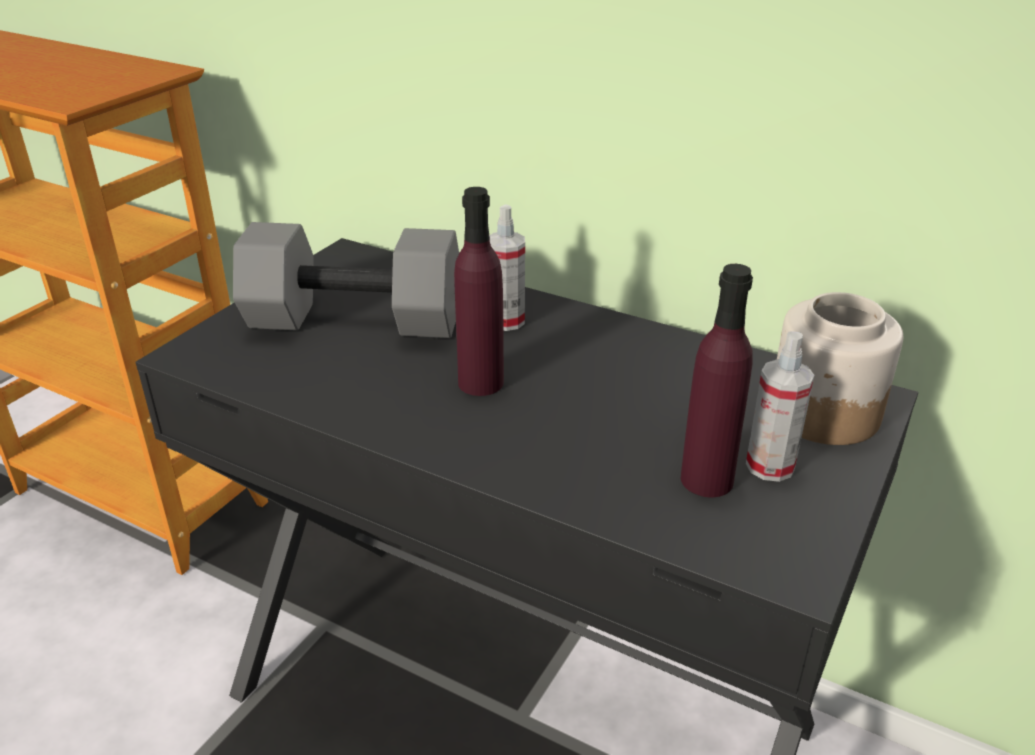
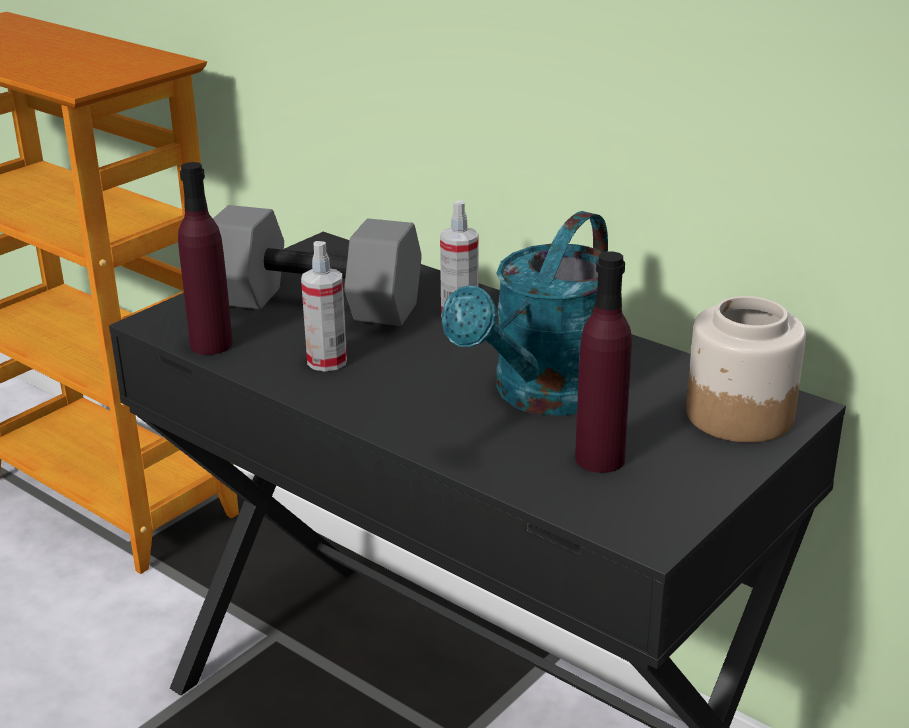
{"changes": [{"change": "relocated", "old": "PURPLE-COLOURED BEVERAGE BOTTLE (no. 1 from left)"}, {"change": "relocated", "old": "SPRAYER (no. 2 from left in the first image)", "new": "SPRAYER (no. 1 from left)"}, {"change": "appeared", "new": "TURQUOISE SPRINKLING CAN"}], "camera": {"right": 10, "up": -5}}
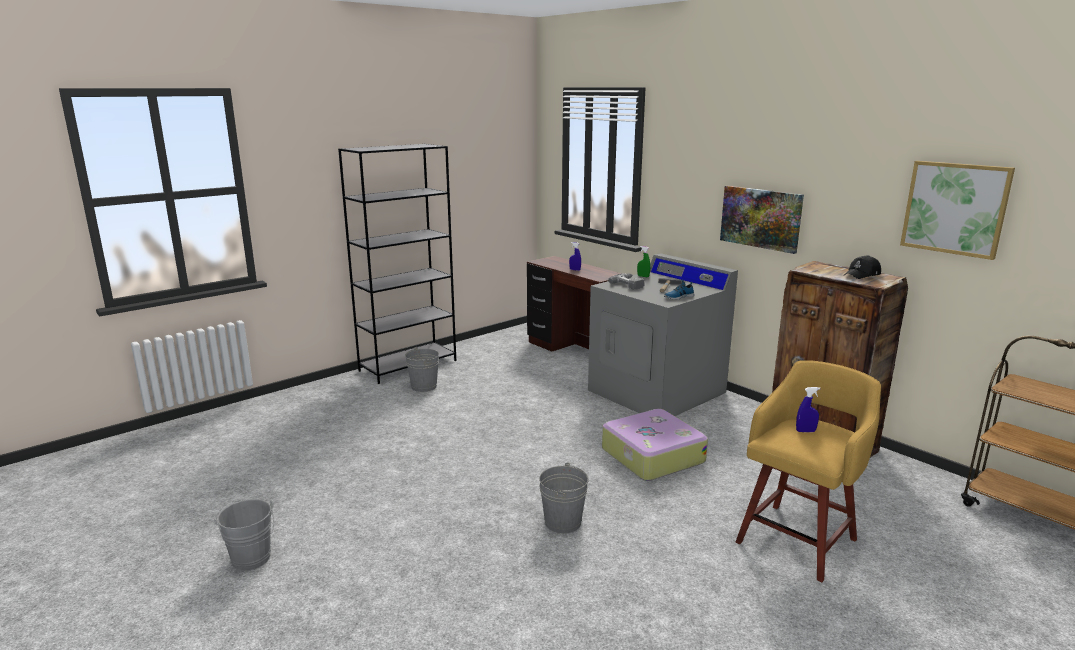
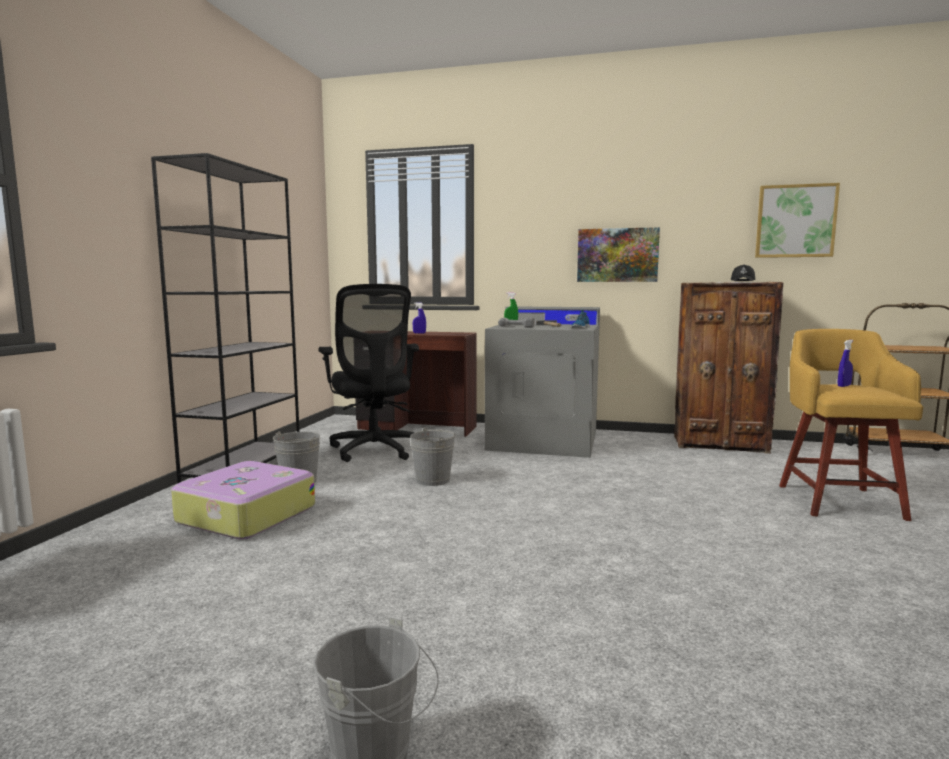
{"changes": [{"change": "relocated", "old": "TRAVEL CASE"}, {"change": "appeared", "new": "BLACK OFFICE CHAIR"}, {"change": "relocated", "old": "GREYISH BUCKET (no. 3 from left)"}], "camera": {"right": -35, "up": -10}}
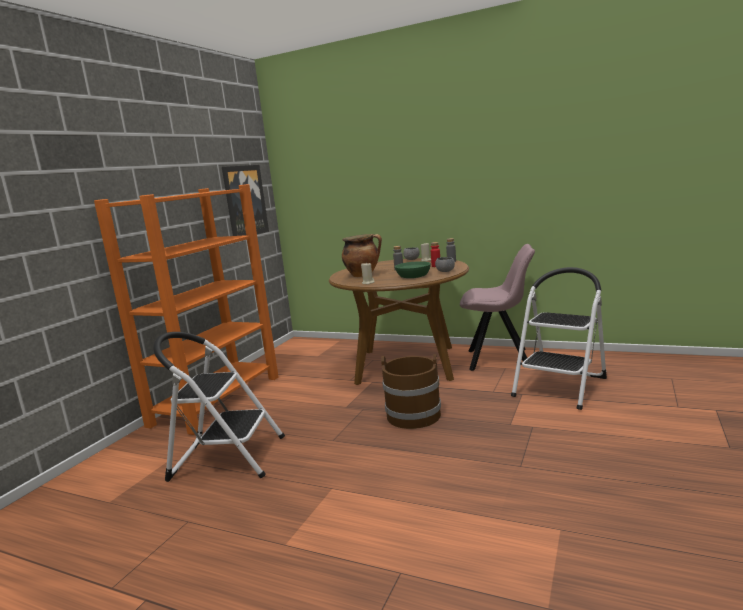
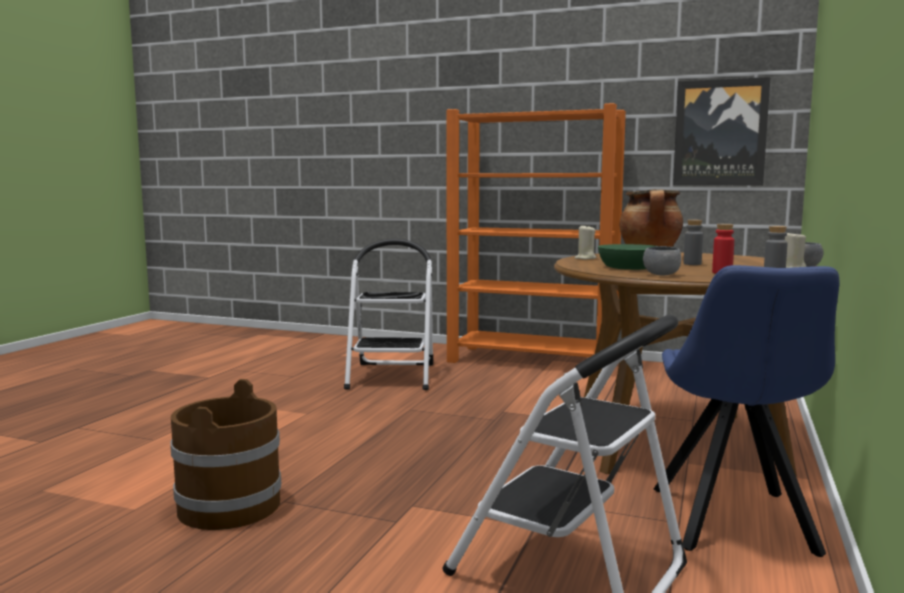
{"changes": [{"change": "relocated", "old": "BROWN-COLOURED BUCKET"}, {"change": "colour", "old": "PINK UPRIGHT CHAIR", "new": "BLUE UPRIGHT CHAIR"}], "camera": {"right": 85, "up": -5}}
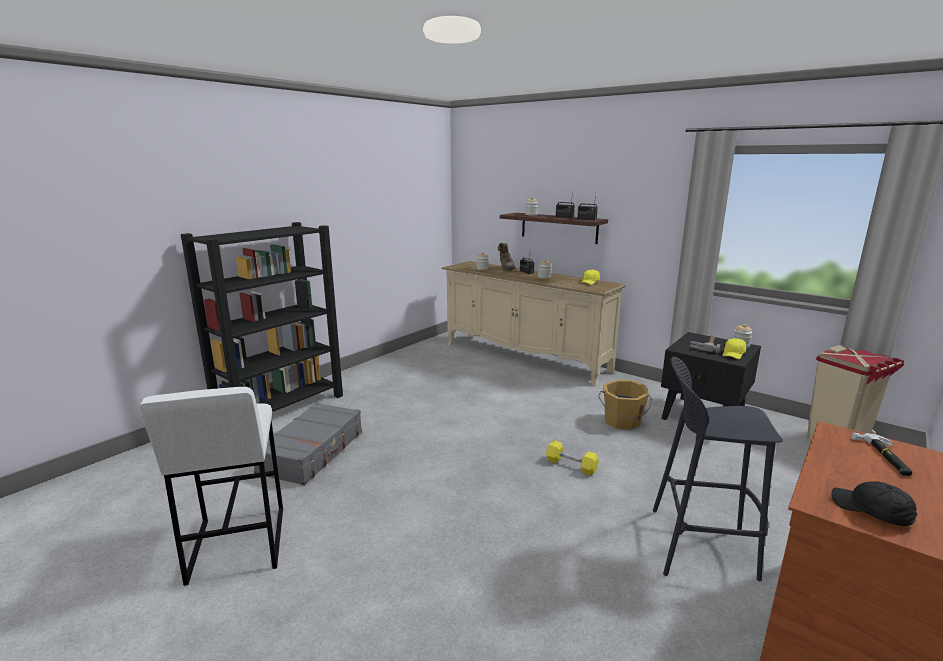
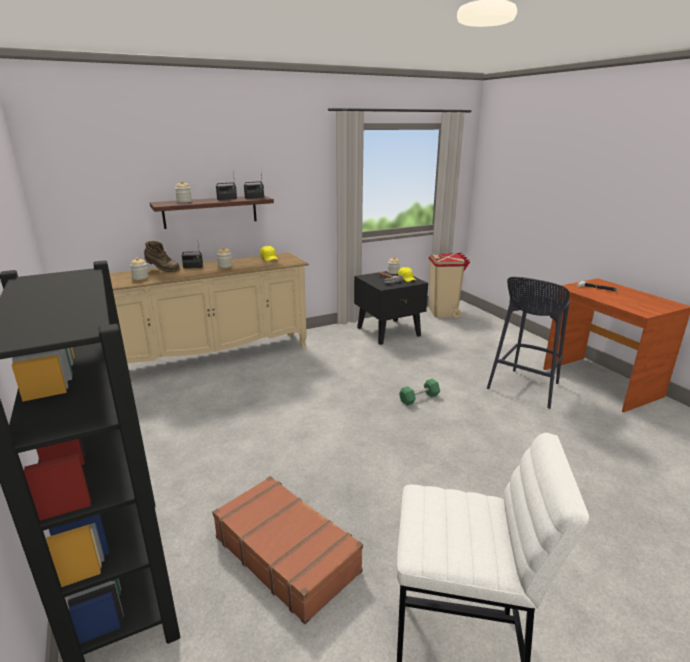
{"changes": [{"change": "colour", "old": "GREYISH TRAVEL CASE", "new": "BROWN-COLOURED TRAVEL CASE"}, {"change": "colour", "old": "YELLOW-COLOURED HAND WEIGHT", "new": "GREEN HAND WEIGHT"}, {"change": "missing", "old": "ORANGE-COLOURED BUCKET"}, {"change": "missing", "old": "BLACK BASEBALL CAP"}], "camera": {"right": -65, "up": 5}}
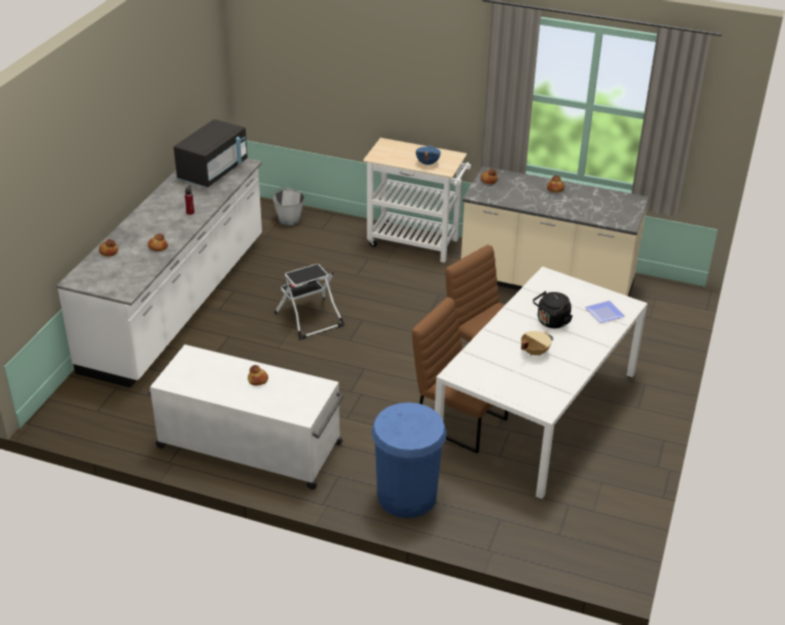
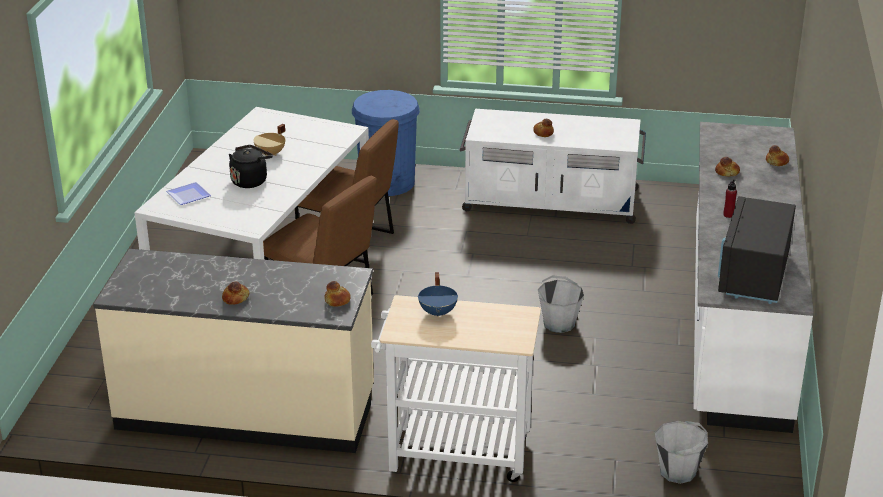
{"changes": [{"change": "exchanged", "old": "STEP STOOL", "new": "GREYISH BUCKET (no. 1 from left)"}], "camera": {"right": 170, "up": -5}}
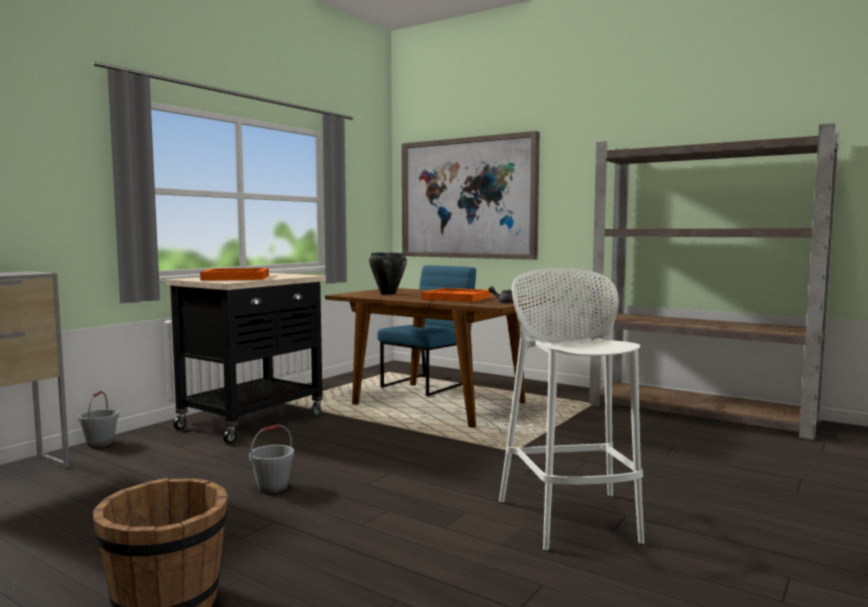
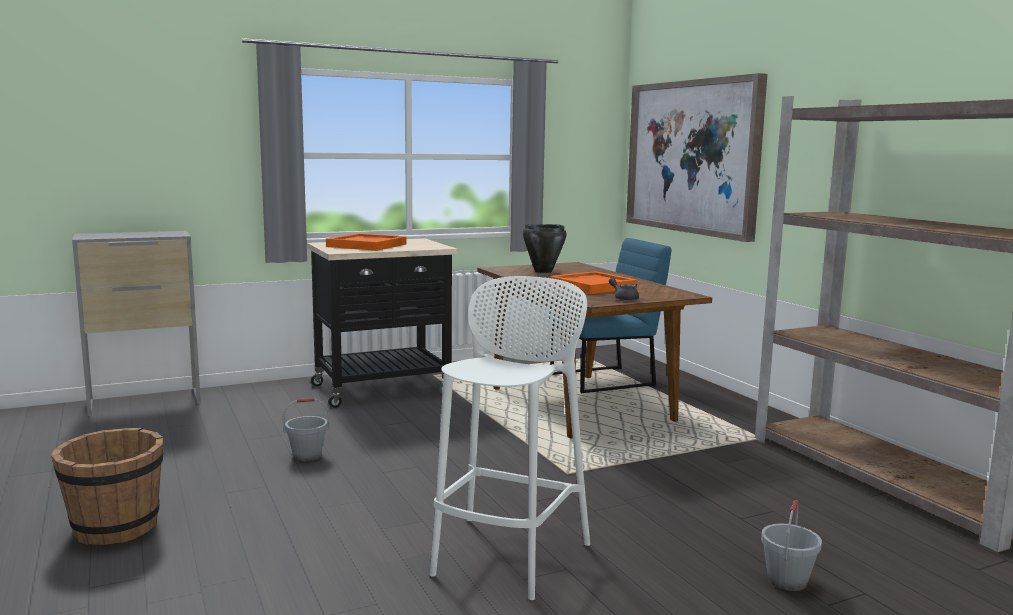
{"changes": [{"change": "relocated", "old": "GREYISH BUCKET (no. 1 from left in the first image)", "new": "GREYISH BUCKET (no. 2 from left)"}], "camera": {"right": 30, "up": 5}}
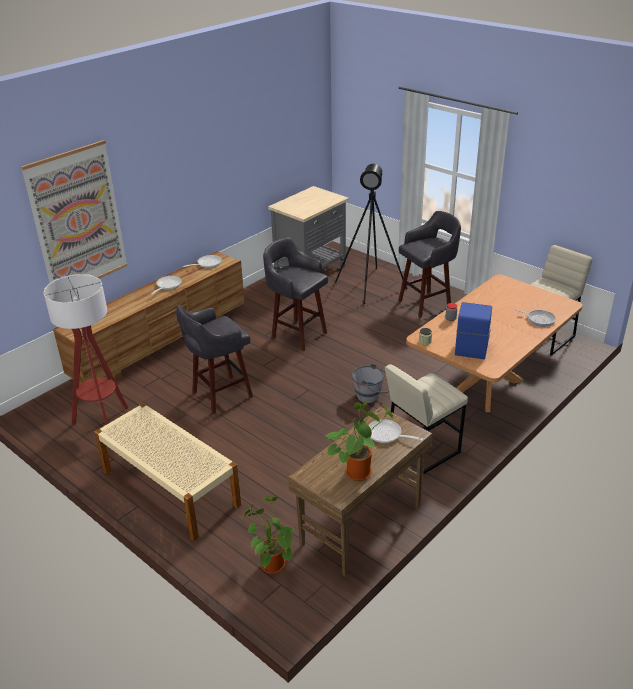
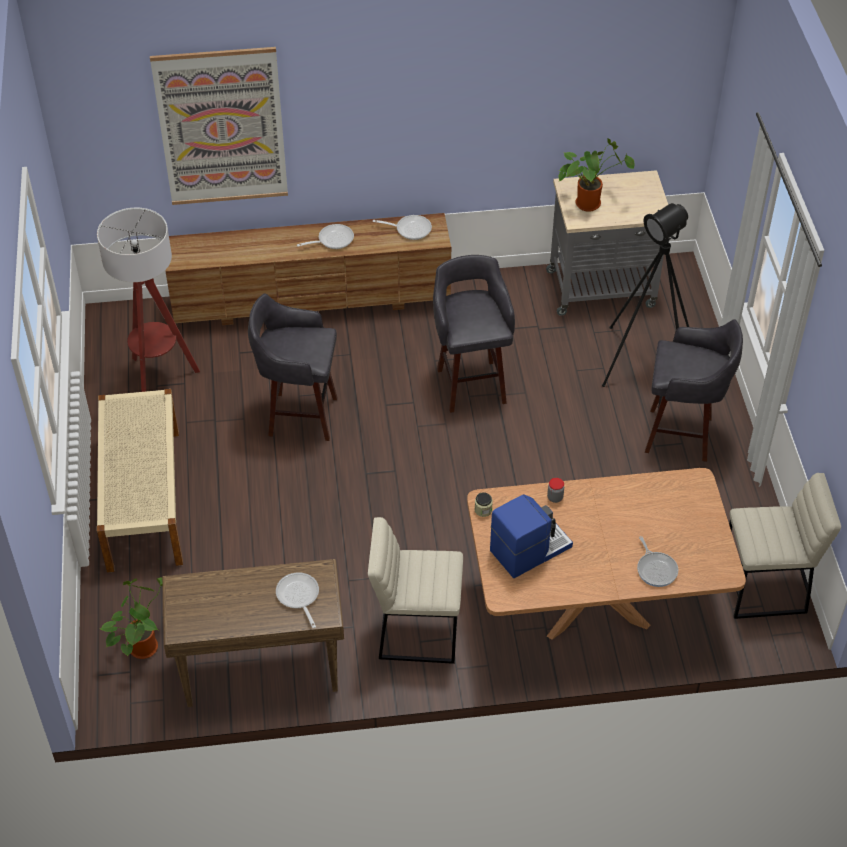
{"changes": [{"change": "relocated", "old": "HOUSEPLANT (no. 2 from left)"}, {"change": "missing", "old": "GREYISH BUCKET"}], "camera": {"right": 40, "up": 15}}
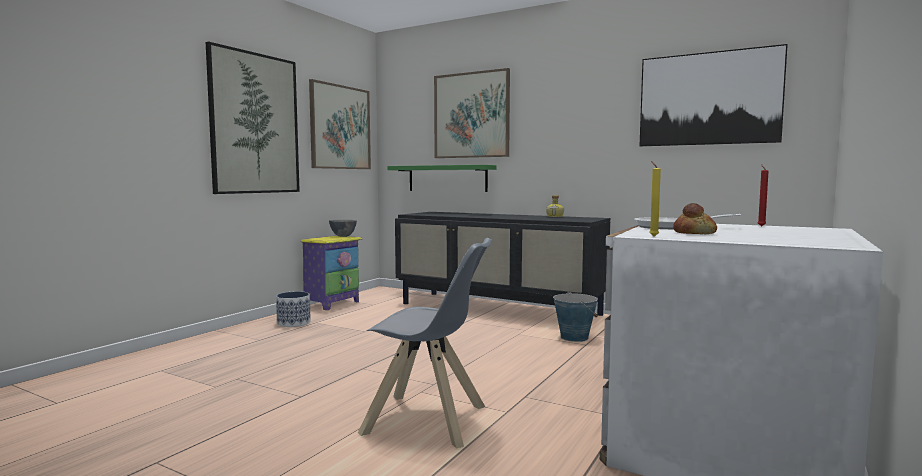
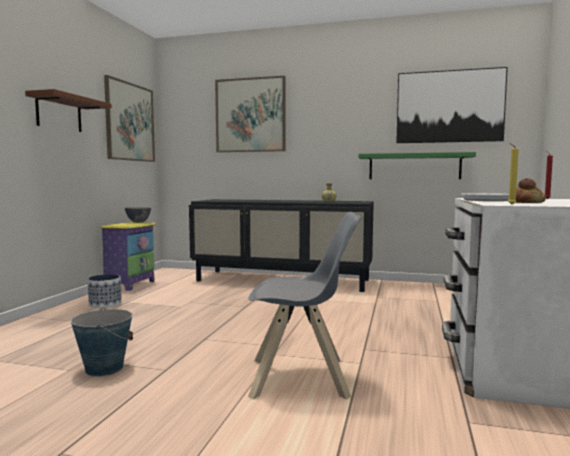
{"changes": [{"change": "exchanged", "old": "PICTURE (no. 1 from left)", "new": "BROWN-COLOURED SHELF"}, {"change": "relocated", "old": "BUCKET"}, {"change": "relocated", "old": "GREEN SHELF"}], "camera": {"right": -15, "up": 0}}
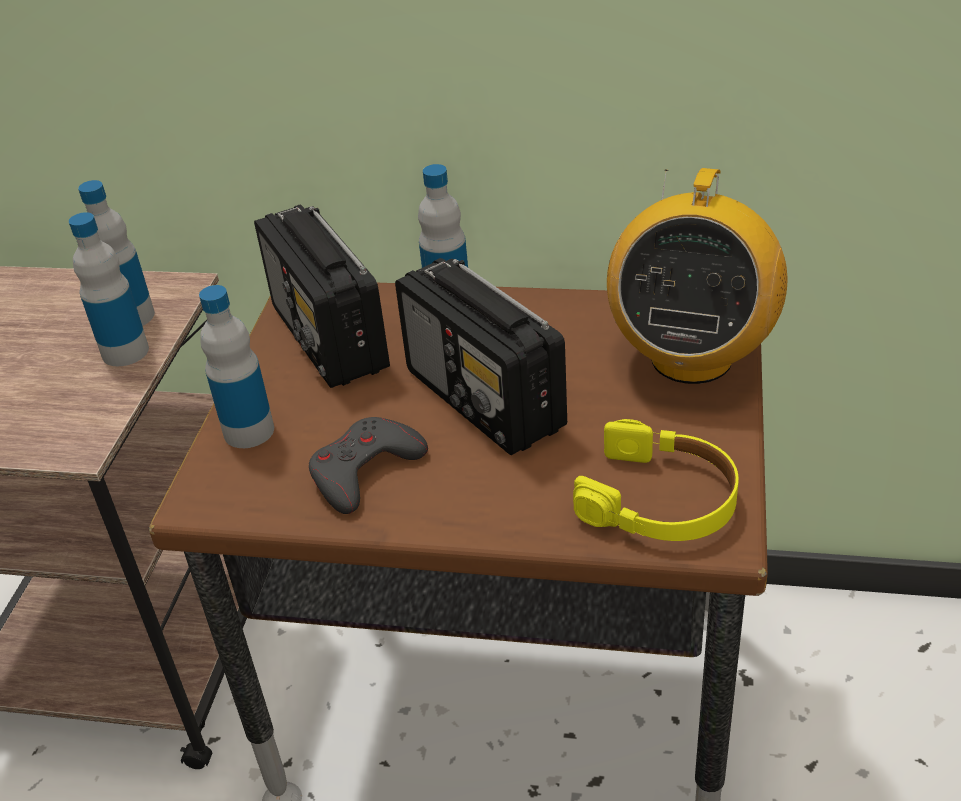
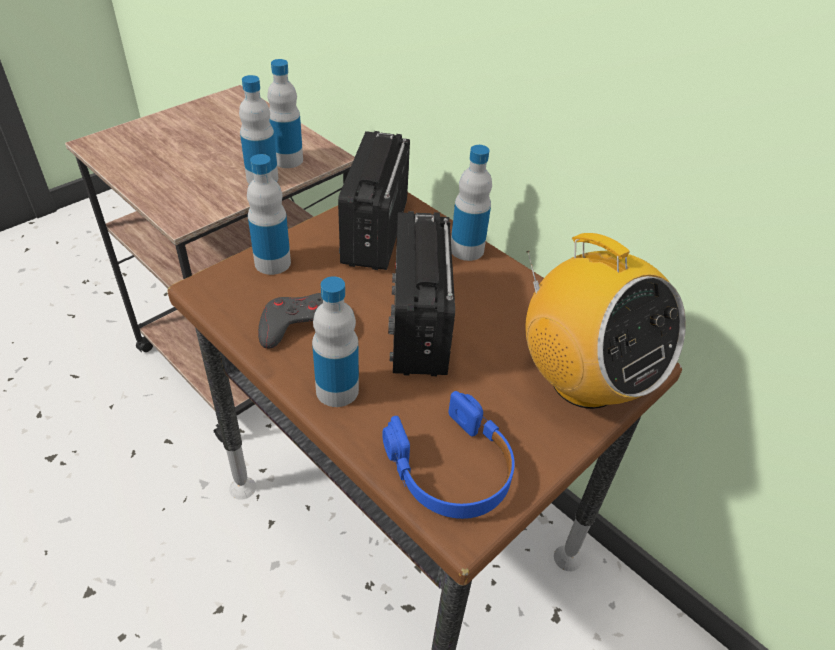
{"changes": [{"change": "appeared", "new": "BEVERAGE BOTTLE (no. 4 from left)"}, {"change": "colour", "old": "YELLOW-COLOURED HEADPHONES", "new": "BLUE HEADPHONES"}, {"change": "spun", "old": "RADIO SET (no. 3 from left)", "degrees": -90}], "camera": {"right": 30, "up": 5}}
